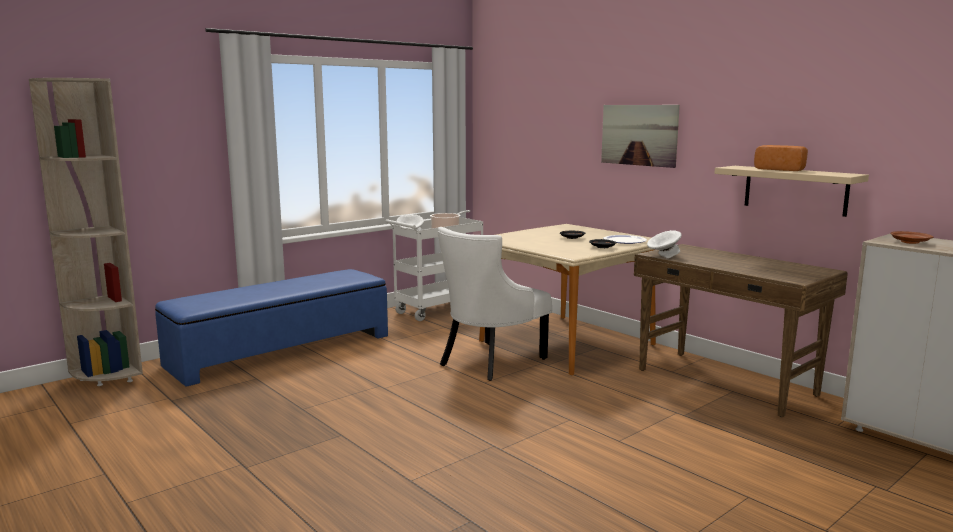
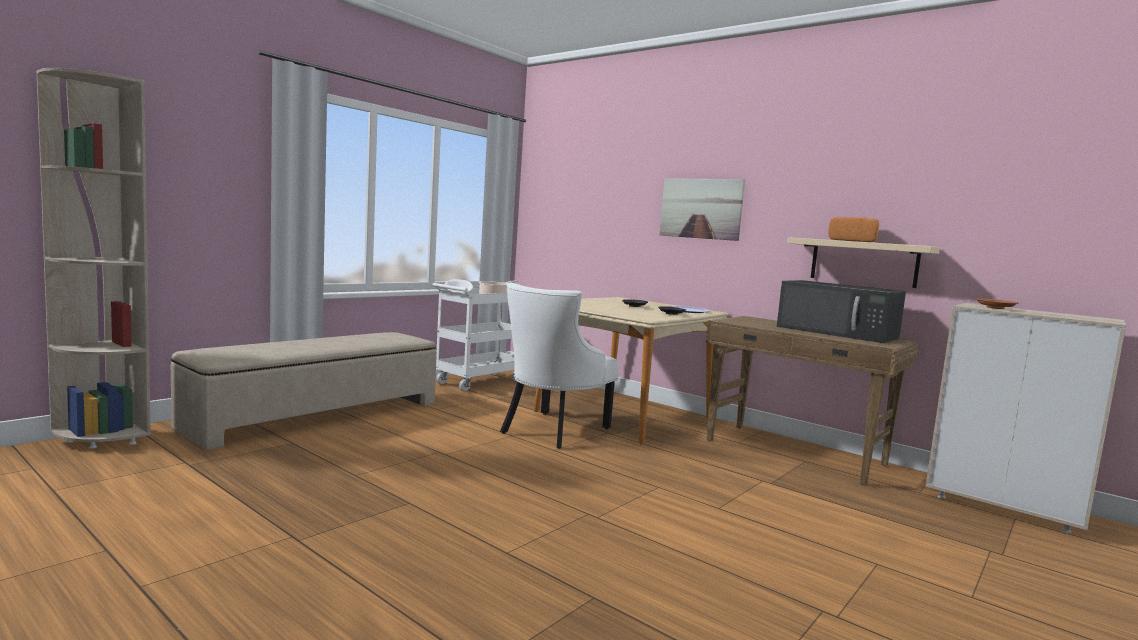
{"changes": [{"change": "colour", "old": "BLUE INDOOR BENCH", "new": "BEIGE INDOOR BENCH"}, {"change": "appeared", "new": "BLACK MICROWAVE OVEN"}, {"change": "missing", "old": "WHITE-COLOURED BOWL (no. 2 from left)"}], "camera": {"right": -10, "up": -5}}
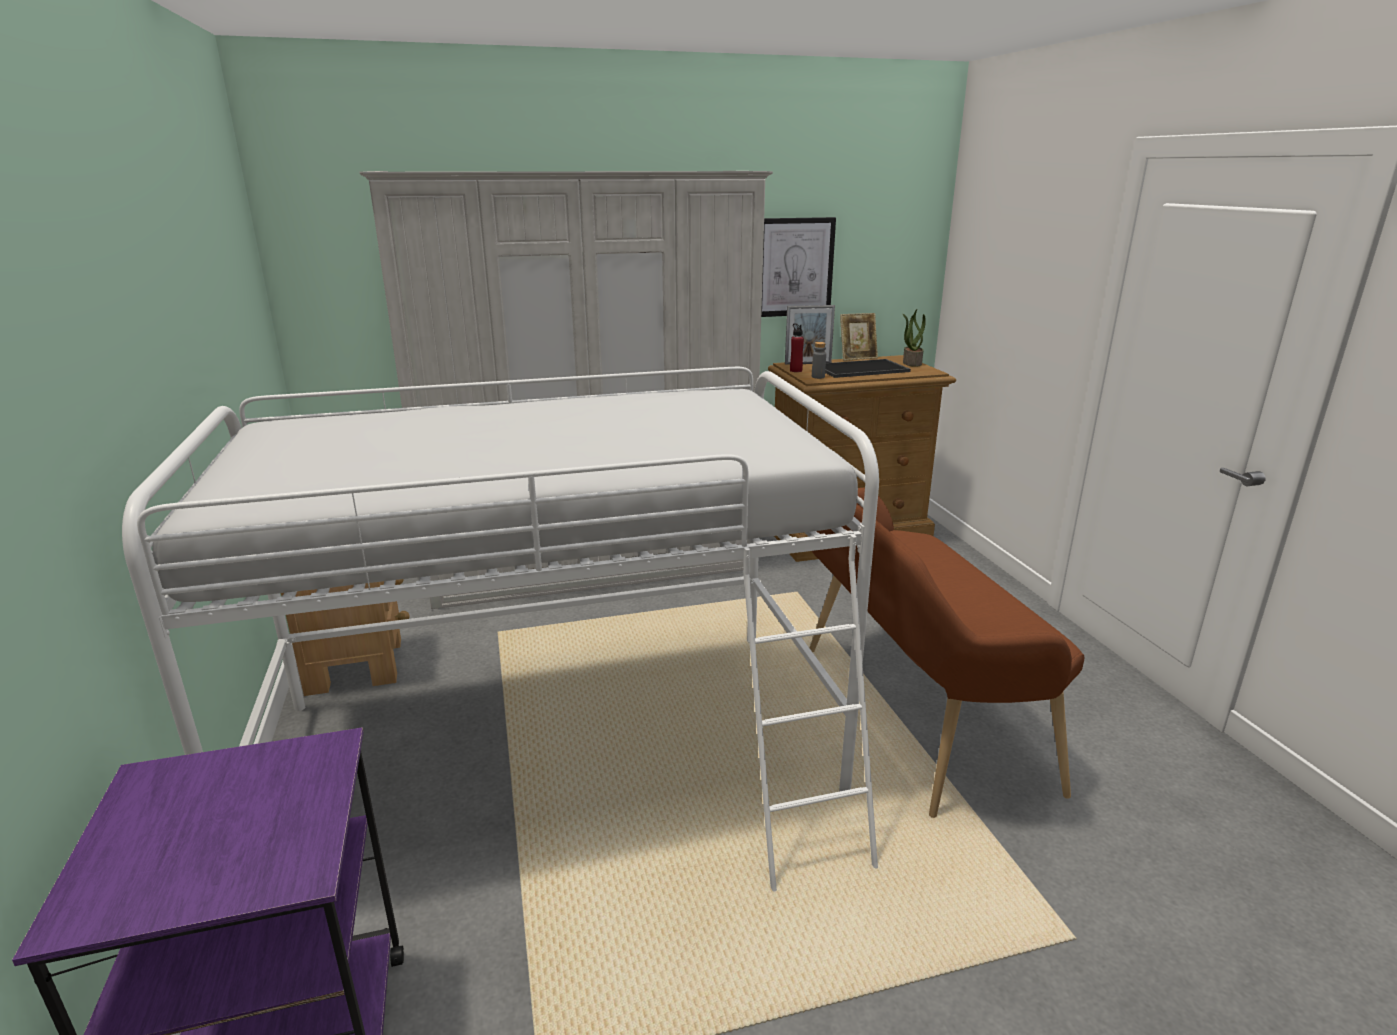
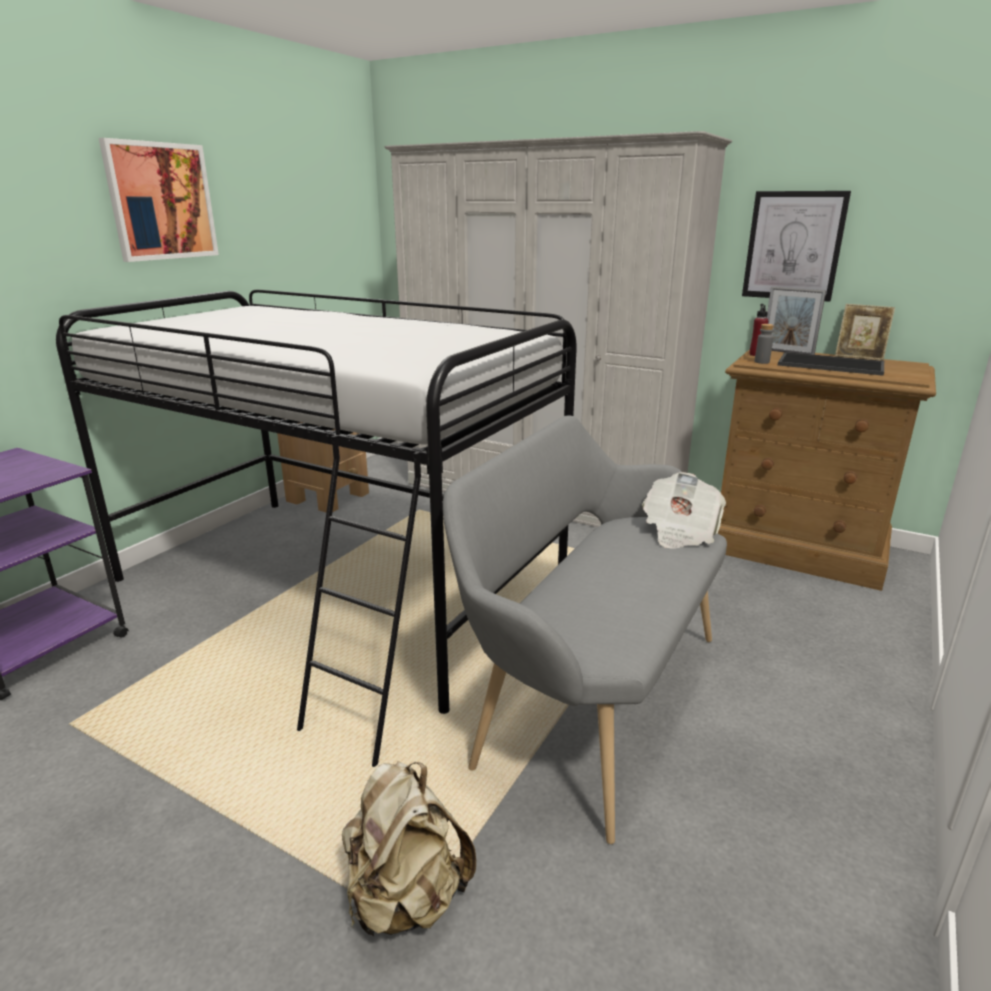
{"changes": [{"change": "colour", "old": "WHITE-COLOURED BEDROOM BED", "new": "BLACK BEDROOM BED"}, {"change": "appeared", "new": "PICTURE (no. 1 from left)"}, {"change": "appeared", "new": "BEIGE KNAPSACK"}, {"change": "colour", "old": "BROWN-COLOURED INDOOR BENCH", "new": "GREYISH INDOOR BENCH"}, {"change": "appeared", "new": "DAILY PAPER"}, {"change": "missing", "old": "HOUSEPLANT"}], "camera": {"right": 45, "up": 0}}
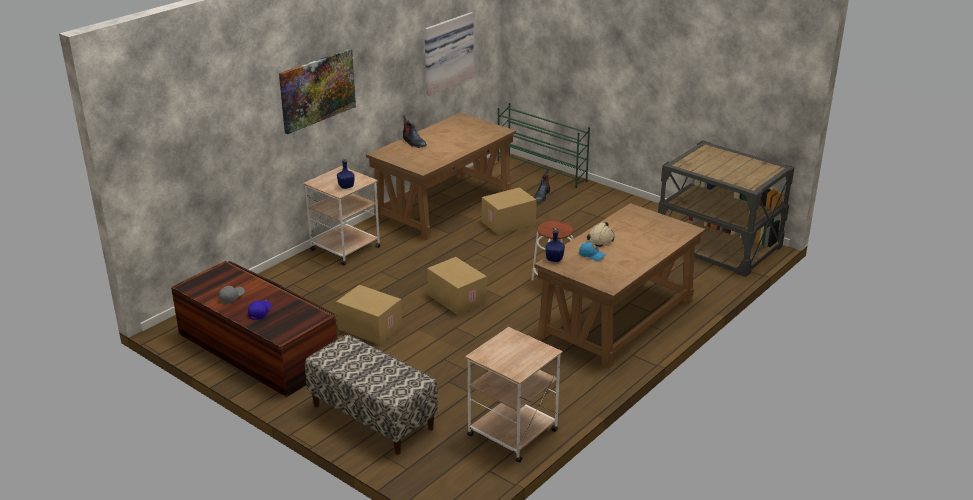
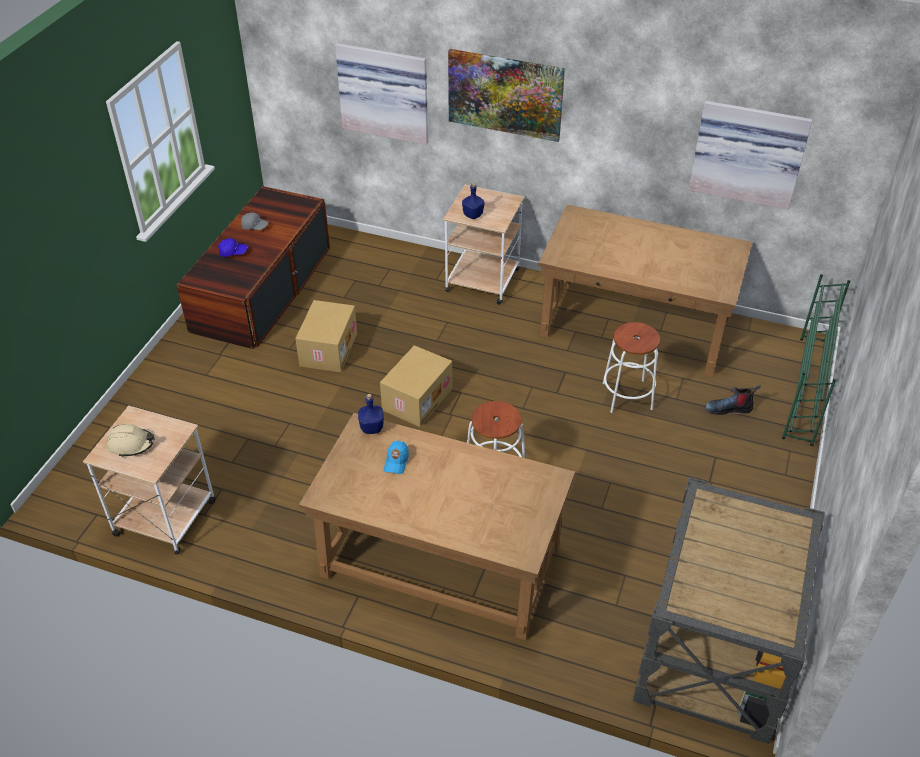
{"changes": [{"change": "relocated", "old": "BEIGE SAFETY HELMET"}, {"change": "appeared", "new": "PICTURE (no. 1 from left)"}, {"change": "exchanged", "old": "CARDBOARD BOX (no. 3 from left)", "new": "WHITE-COLOURED STOOL SEAT (no. 2 from left)"}, {"change": "missing", "old": "INDOOR BENCH"}, {"change": "missing", "old": "TALL BOOT (no. 1 from left)"}], "camera": {"right": 70, "up": 15}}
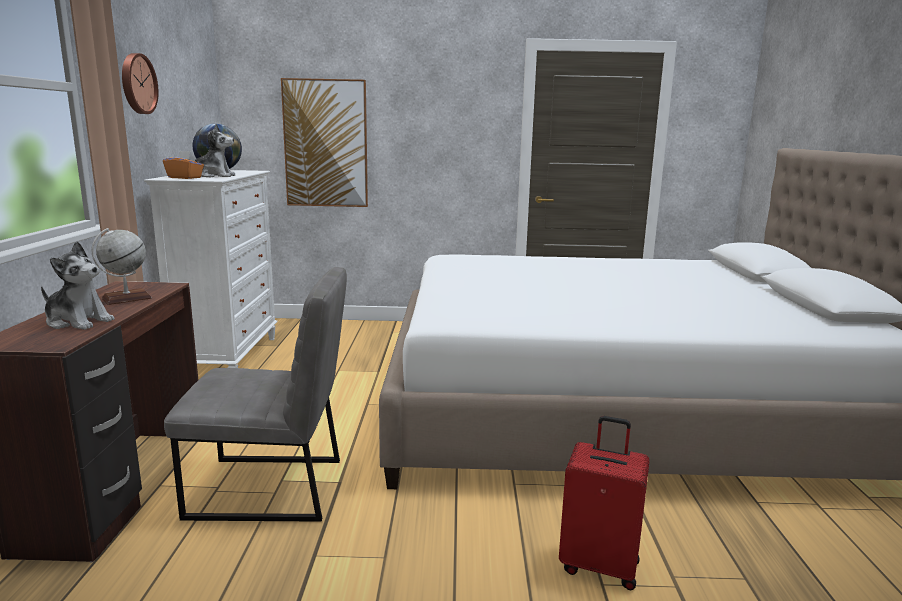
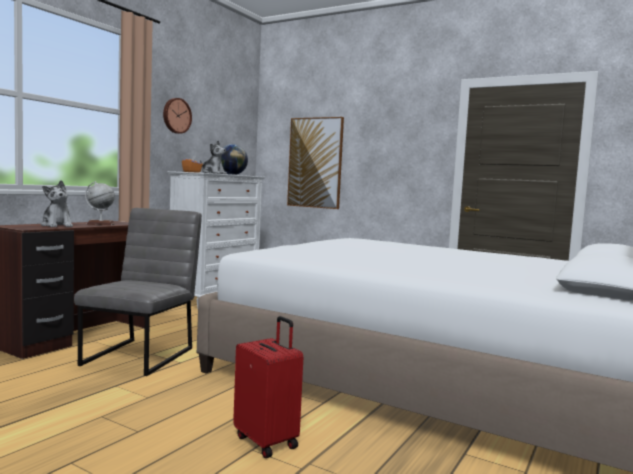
{"changes": [{"change": "spun", "old": "GREYISH UPRIGHT CHAIR", "degrees": -105}], "camera": {"right": 30, "up": -10}}
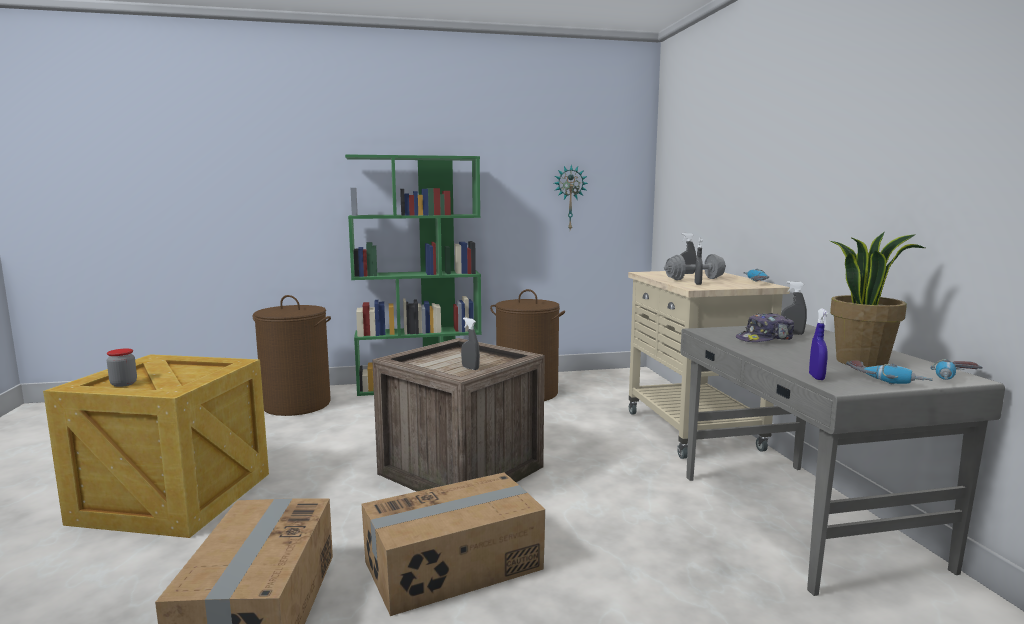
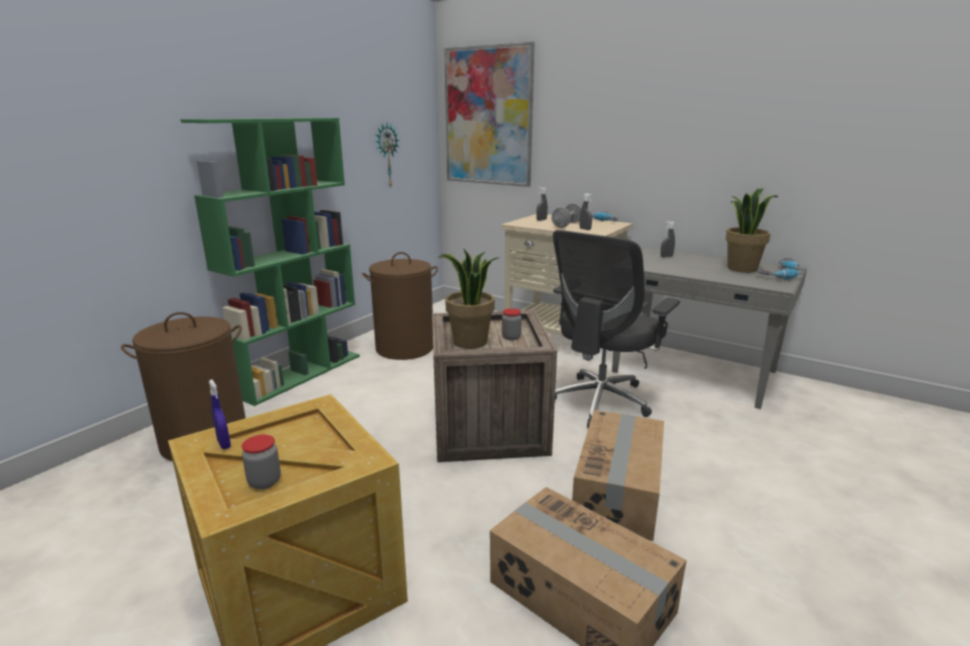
{"changes": [{"change": "relocated", "old": "BLUE SPRAYER"}, {"change": "appeared", "new": "HOUSEPLANT (no. 1 from left)"}, {"change": "appeared", "new": "PICTURE"}, {"change": "exchanged", "old": "GREYISH SPRAYER (no. 1 from left)", "new": "JAR (no. 2 from left)"}, {"change": "appeared", "new": "OFFICE CHAIR"}, {"change": "missing", "old": "BASEBALL CAP"}], "camera": {"right": -45, "up": 10}}
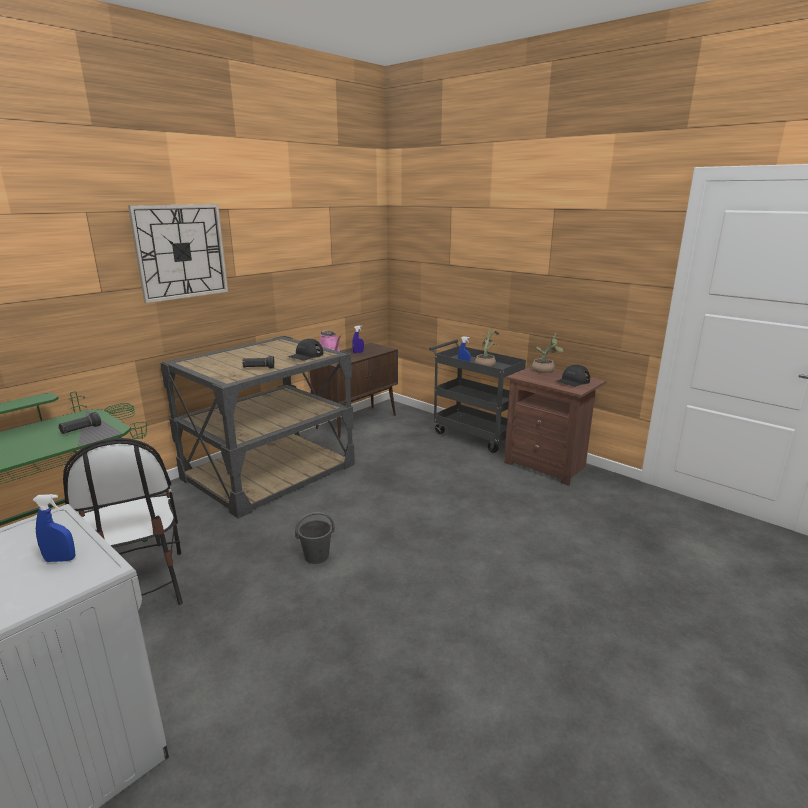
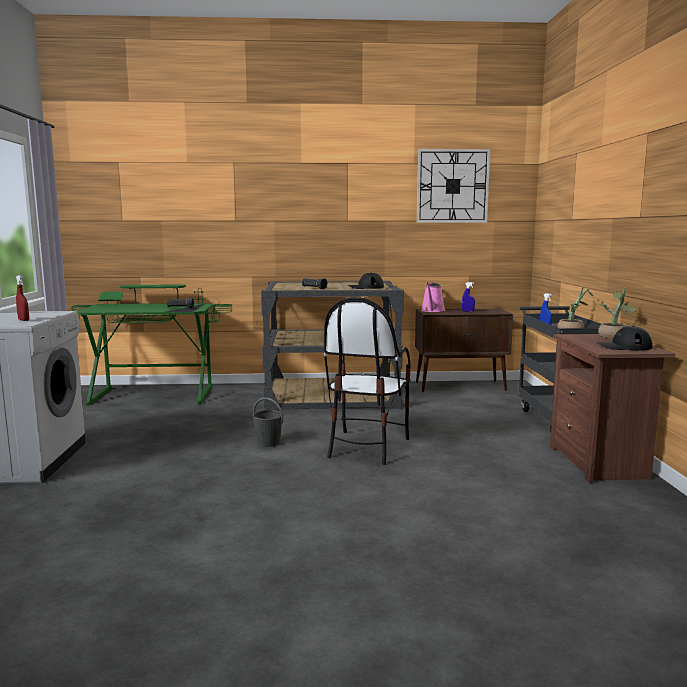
{"changes": [{"change": "colour", "old": "BLUE SPRAYER (no. 1 from left)", "new": "REDDISH SPRAYER"}, {"change": "relocated", "old": "UPRIGHT CHAIR"}, {"change": "relocated", "old": "HANGING CLOCK"}], "camera": {"right": 45, "up": -10}}
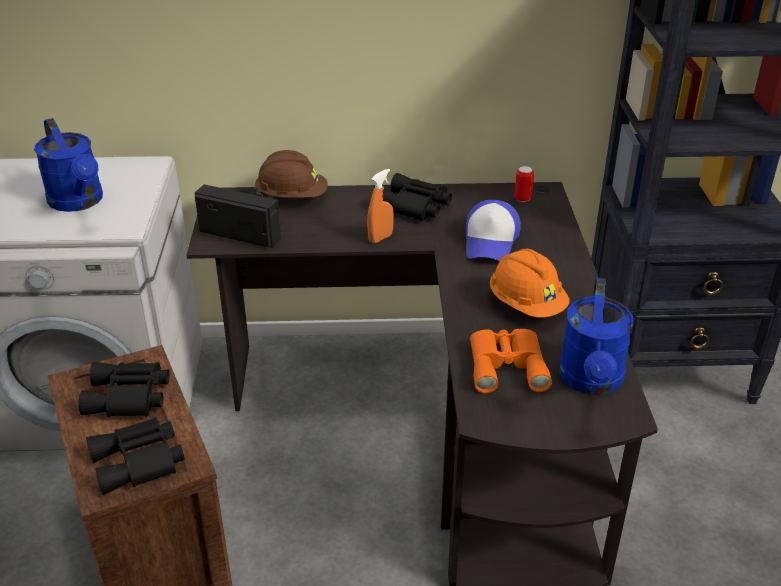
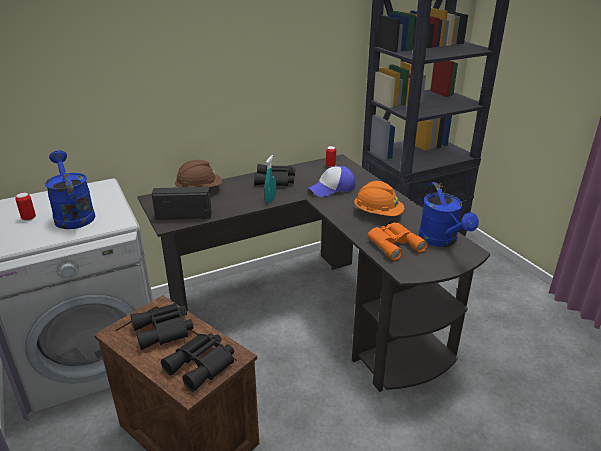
{"changes": [{"change": "appeared", "new": "METAL CAN (no. 1 from left)"}, {"change": "spun", "old": "BLUE SPRINKLING CAN (no. 1 from left)", "degrees": -150}, {"change": "colour", "old": "ORANGE-COLOURED SPRAYER", "new": "TURQUOISE SPRAYER"}, {"change": "spun", "old": "BASEBALL CAP", "degrees": 75}], "camera": {"right": -25, "up": -5}}
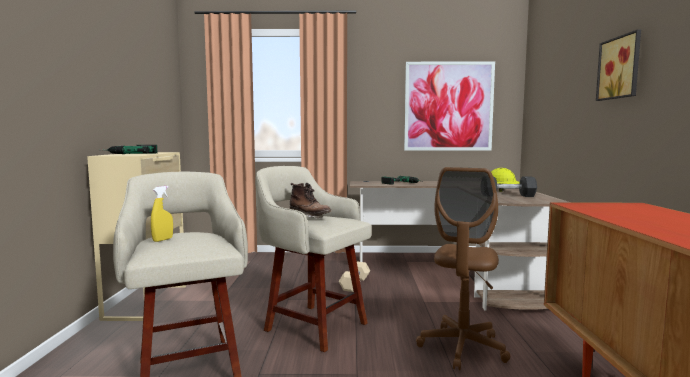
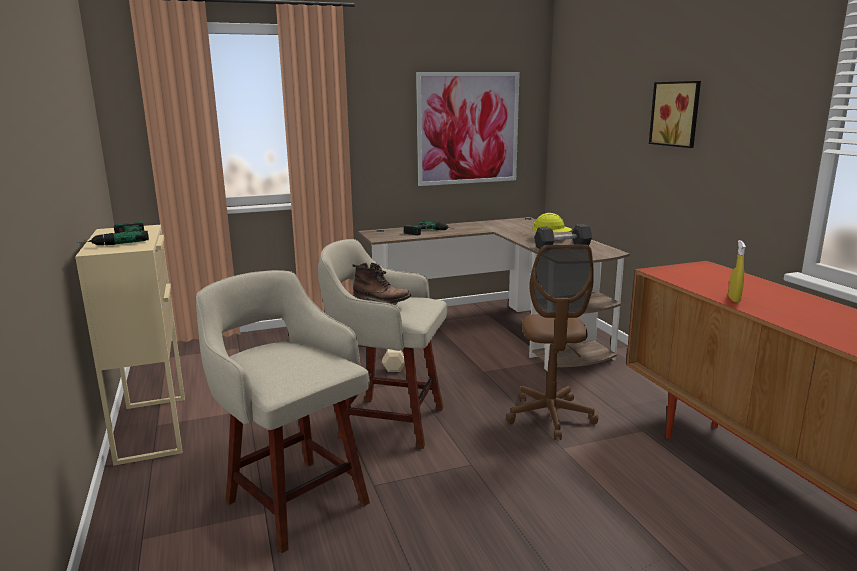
{"changes": [{"change": "relocated", "old": "YELLOW-COLOURED SPRAYER"}], "camera": {"right": -20, "up": 10}}
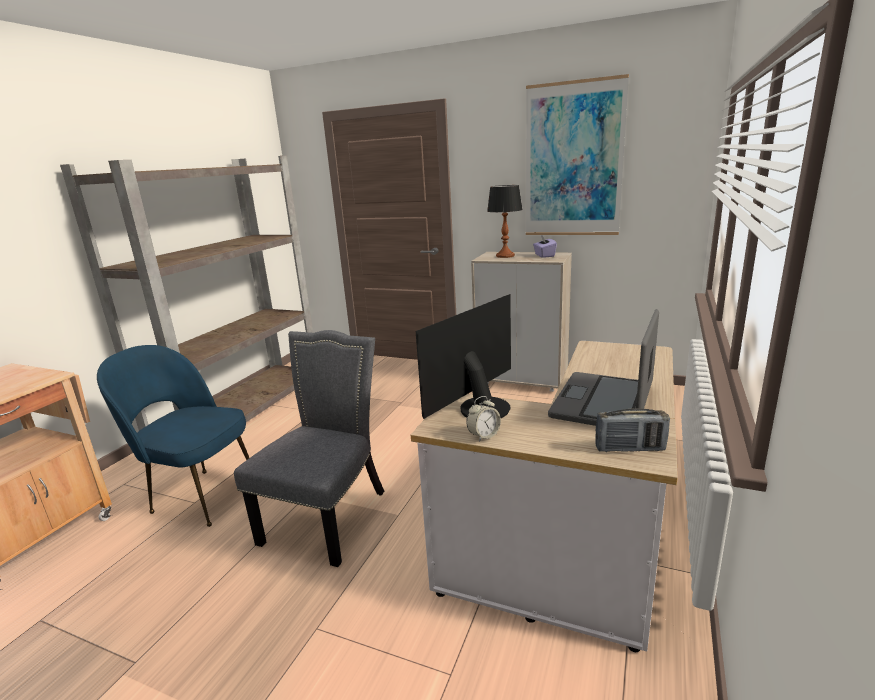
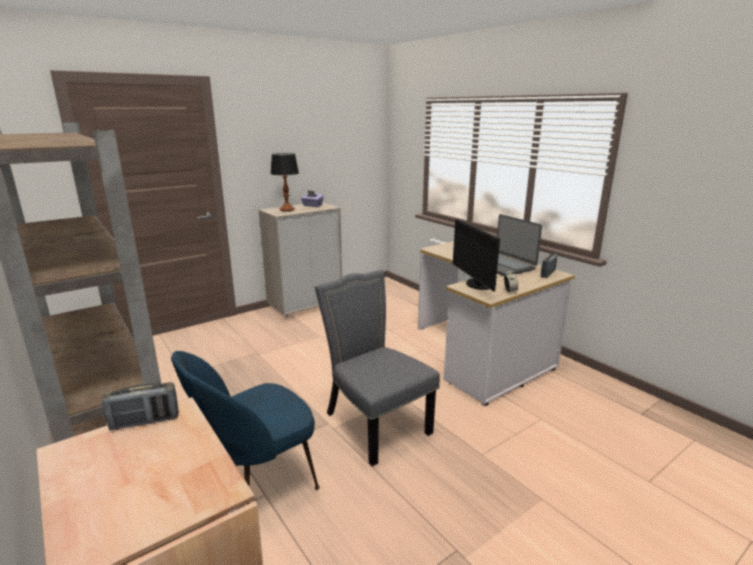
{"changes": [{"change": "appeared", "new": "RADIO SET (no. 1 from left)"}, {"change": "missing", "old": "PICTURE"}], "camera": {"right": -60, "up": 0}}
